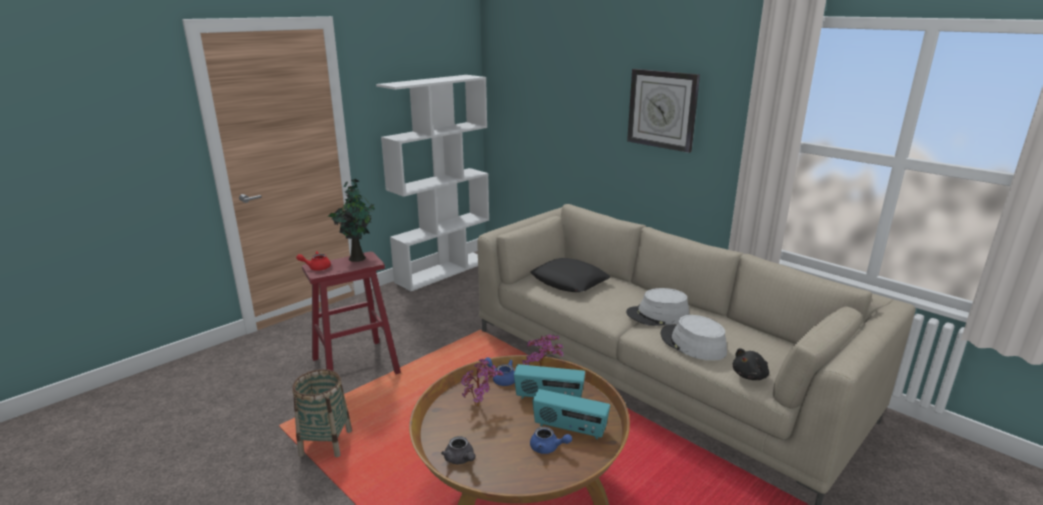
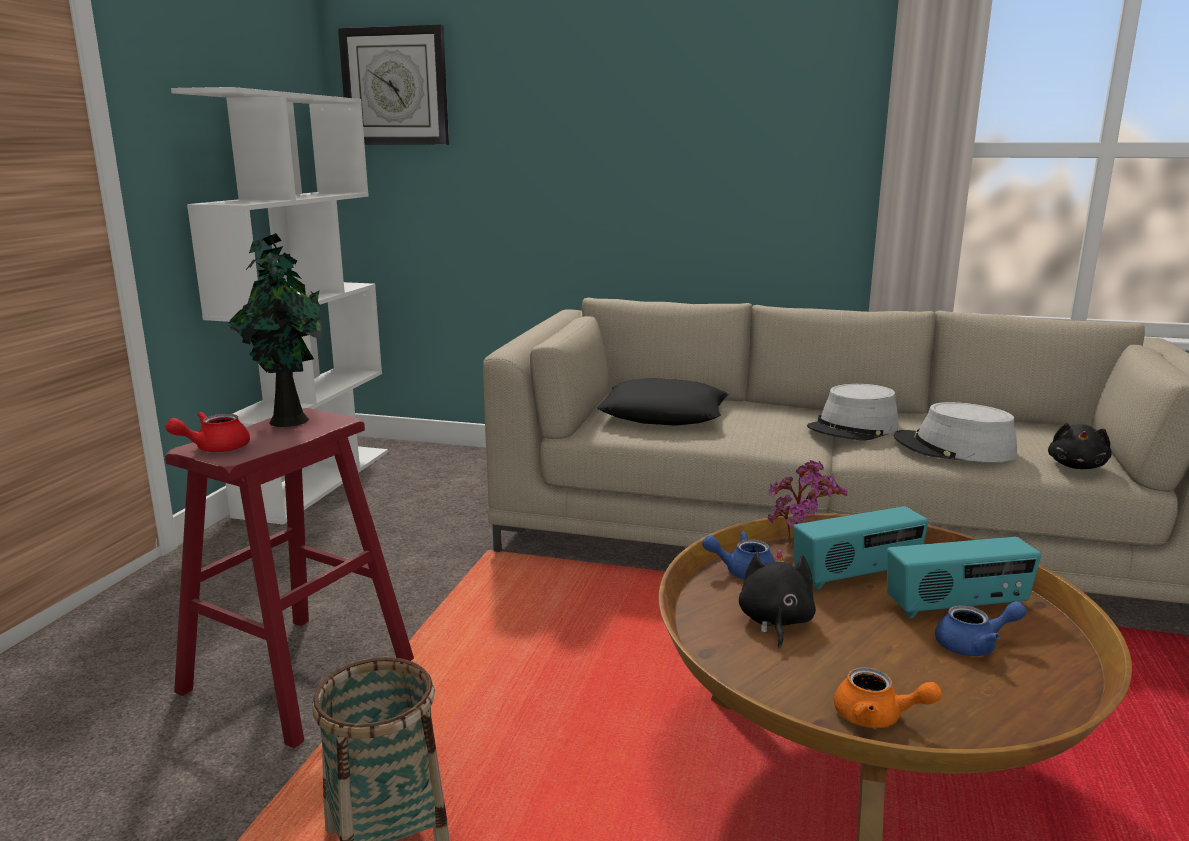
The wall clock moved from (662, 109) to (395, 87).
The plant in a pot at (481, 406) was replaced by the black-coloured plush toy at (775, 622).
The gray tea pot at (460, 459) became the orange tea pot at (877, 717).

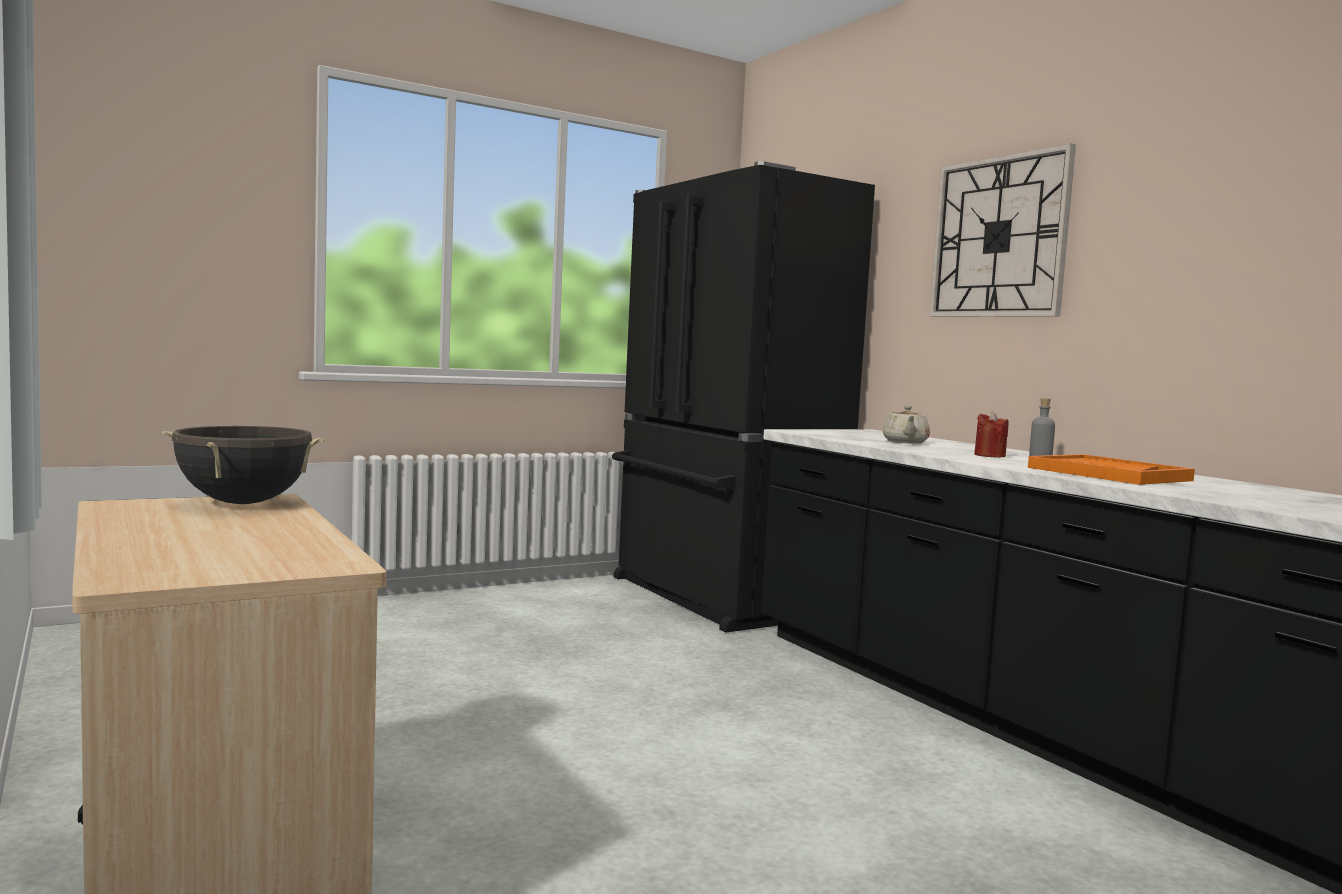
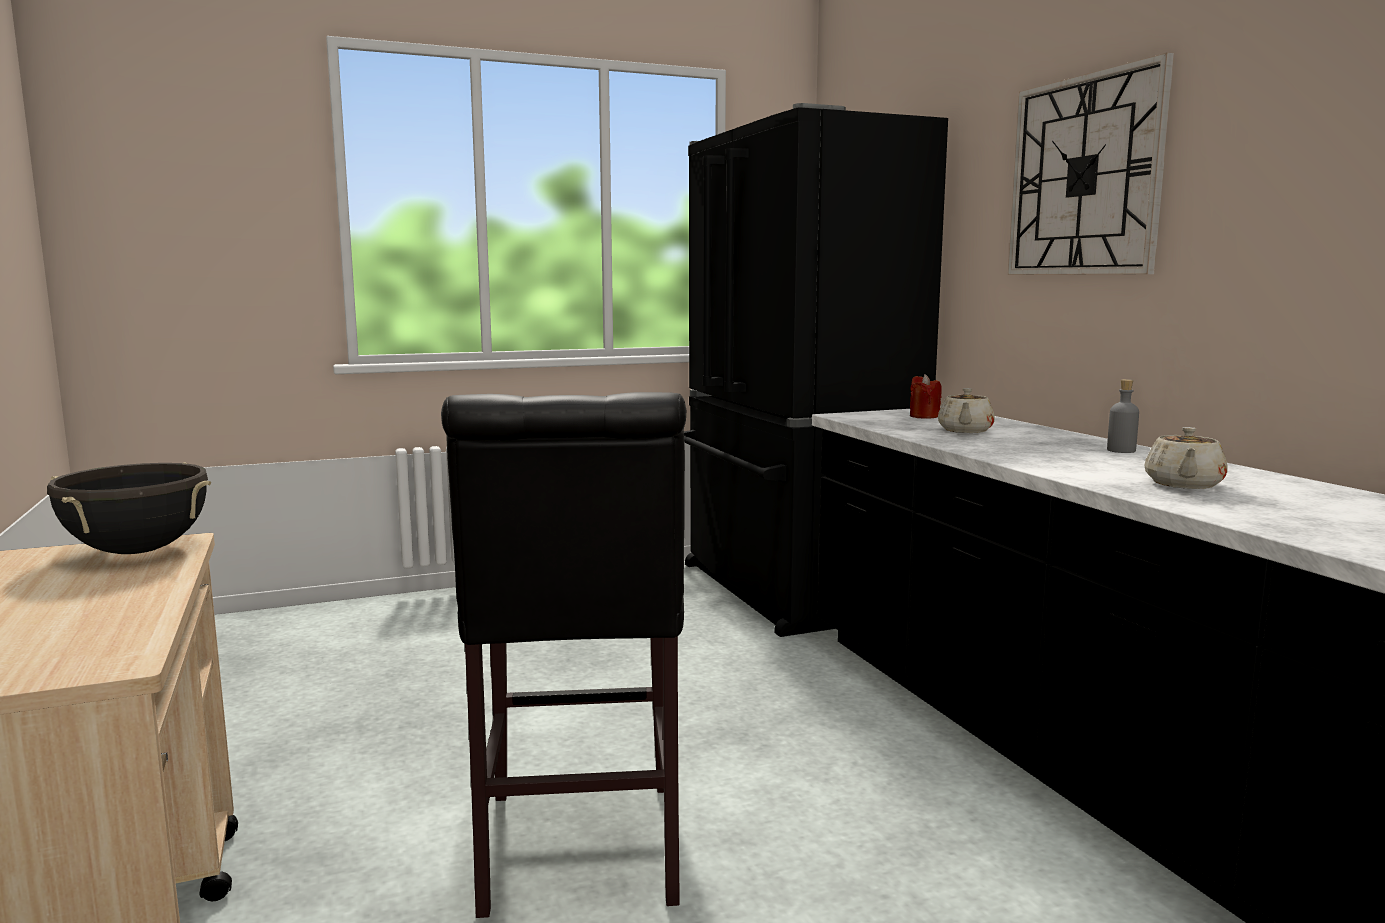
The black-coloured sitting stool at (579, 856) appeared.
The red-coloured candle moved from (989, 455) to (924, 416).
The orange serving tray at (1108, 474) was replaced by the beige-coloured tea pot at (1183, 485).

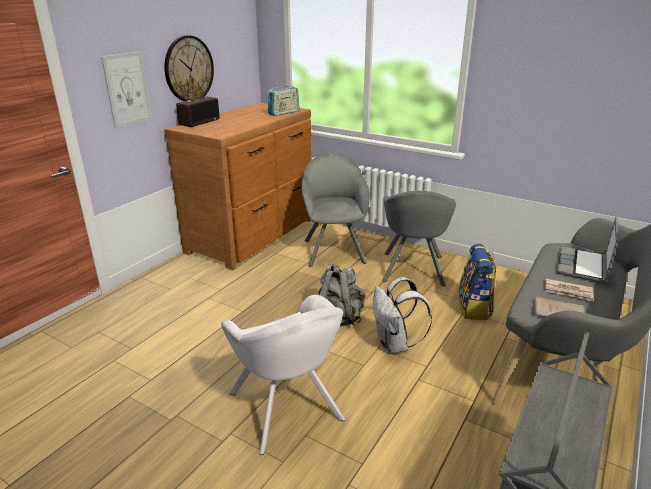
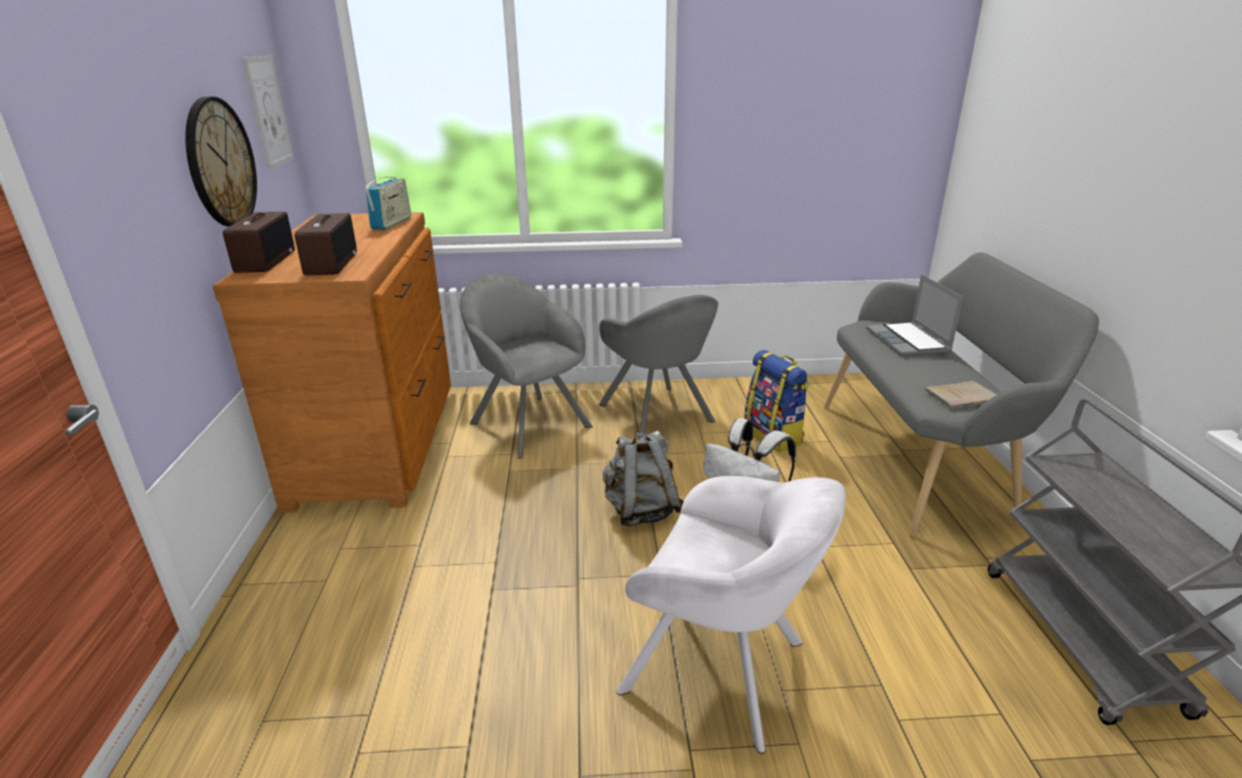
The printed paper at (568, 292) disappeared.
The radio receiver at (330, 263) appeared.
The wall picture moved from (127, 89) to (268, 112).

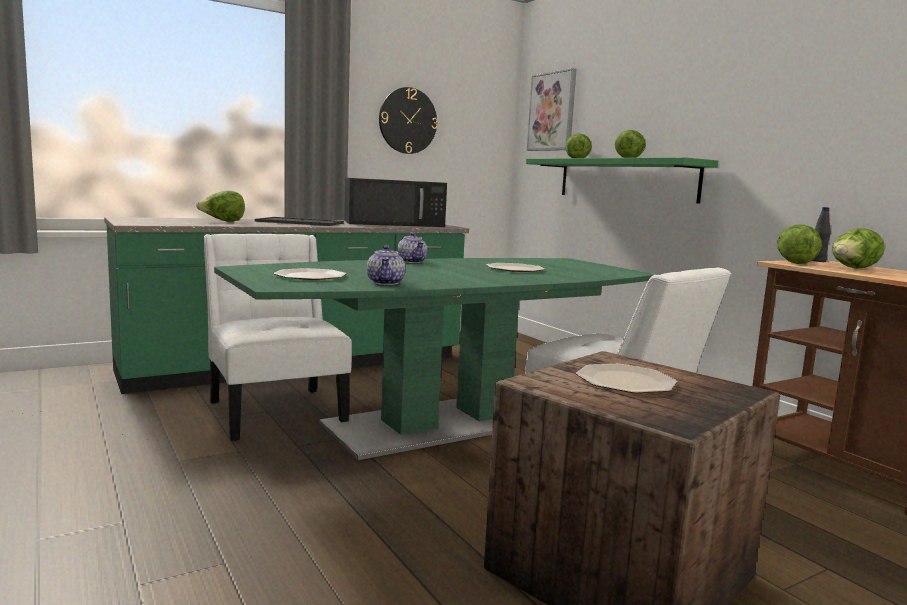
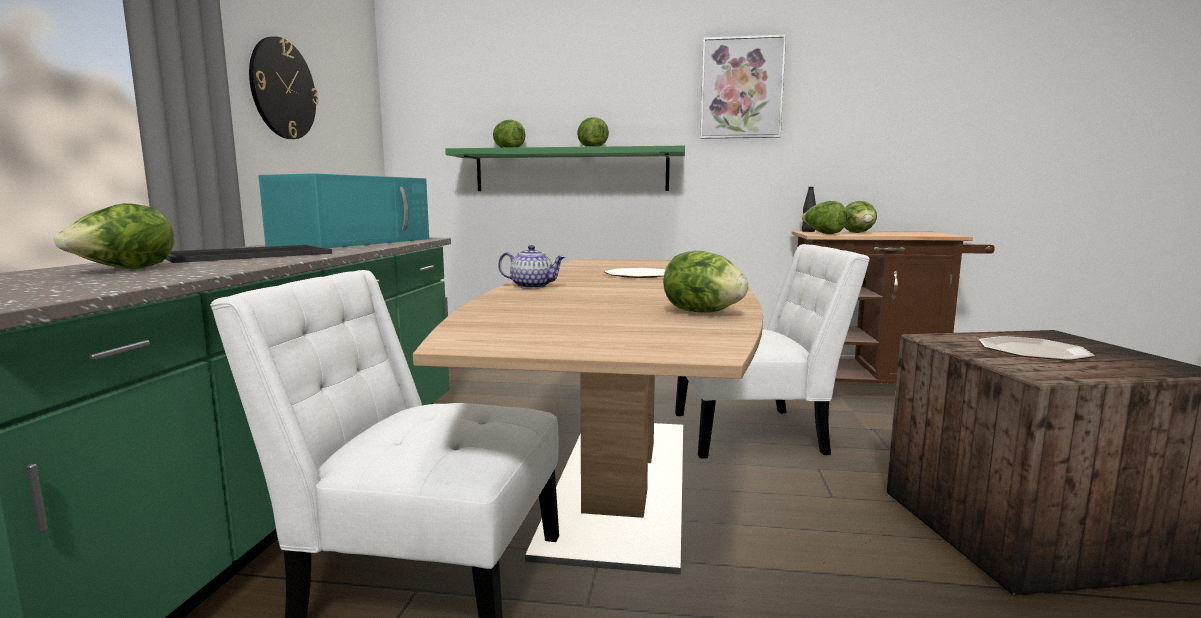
The flat dish at (309, 276) disappeared.
The wall picture moved from (552, 111) to (741, 88).
The tea pot at (386, 282) was replaced by the lettuce at (702, 312).
The green dinner table at (447, 422) became the brown dinner table at (622, 479).
The black-coloured microwave at (395, 223) became the turquoise microwave at (355, 242).

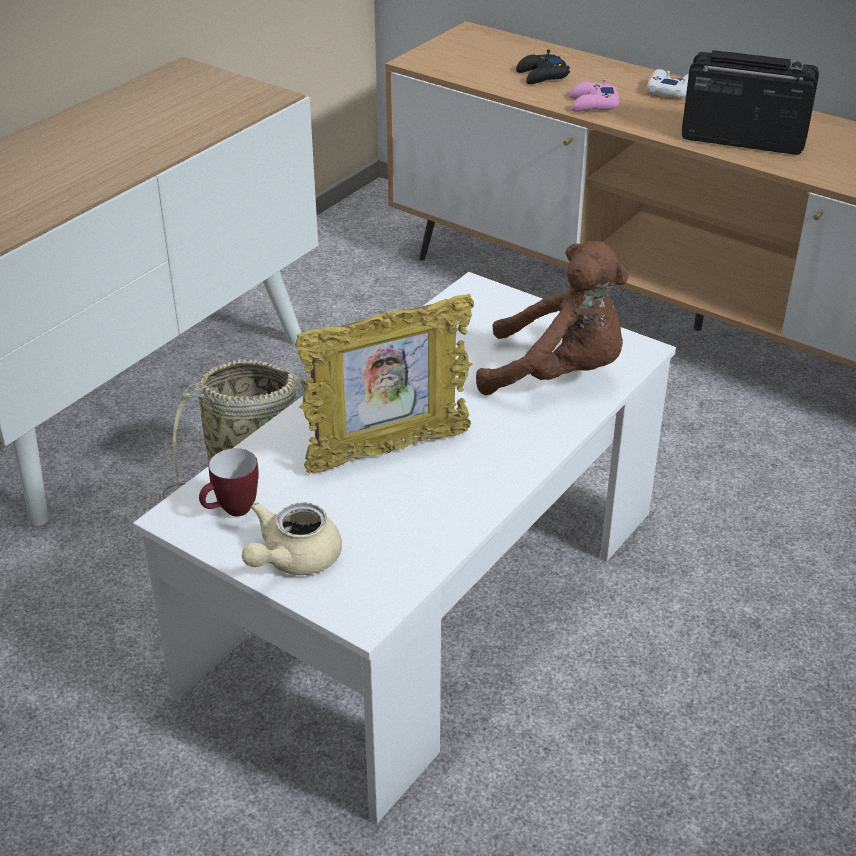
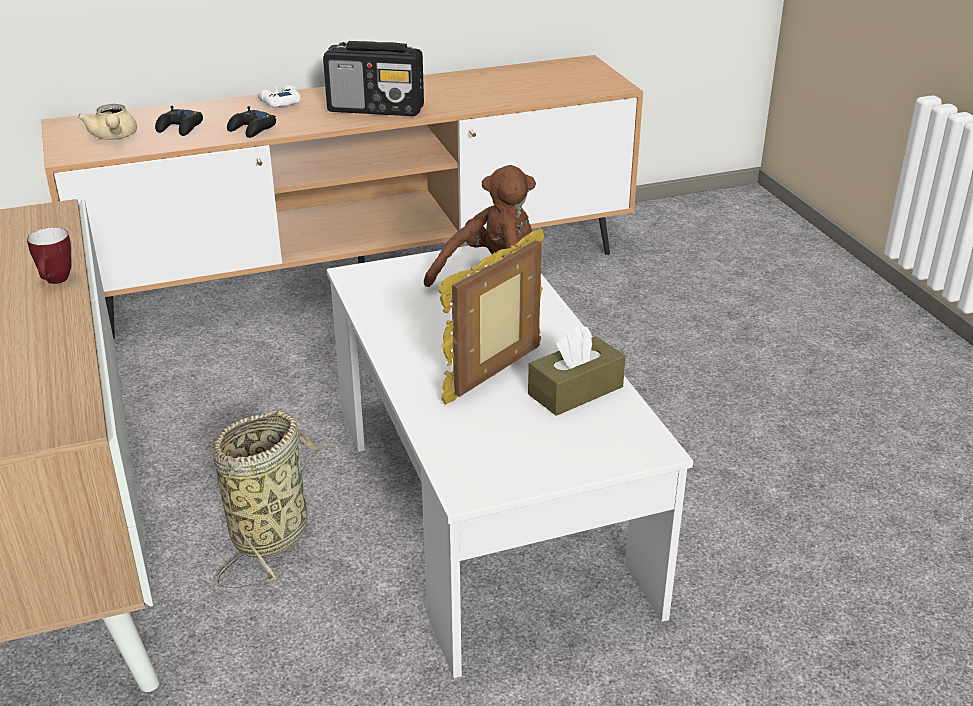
The brown box of tissues at (575, 390) appeared.
The tea mug moved from (232, 512) to (56, 282).
The beige-coloured tea pot moved from (293, 560) to (114, 137).
The pink-coloured gamepad at (592, 105) became the black-coloured gamepad at (252, 129).
The photo frame at (388, 451) turned 150 degrees counterclockwise.
The radio receiver at (741, 139) turned 135 degrees counterclockwise.

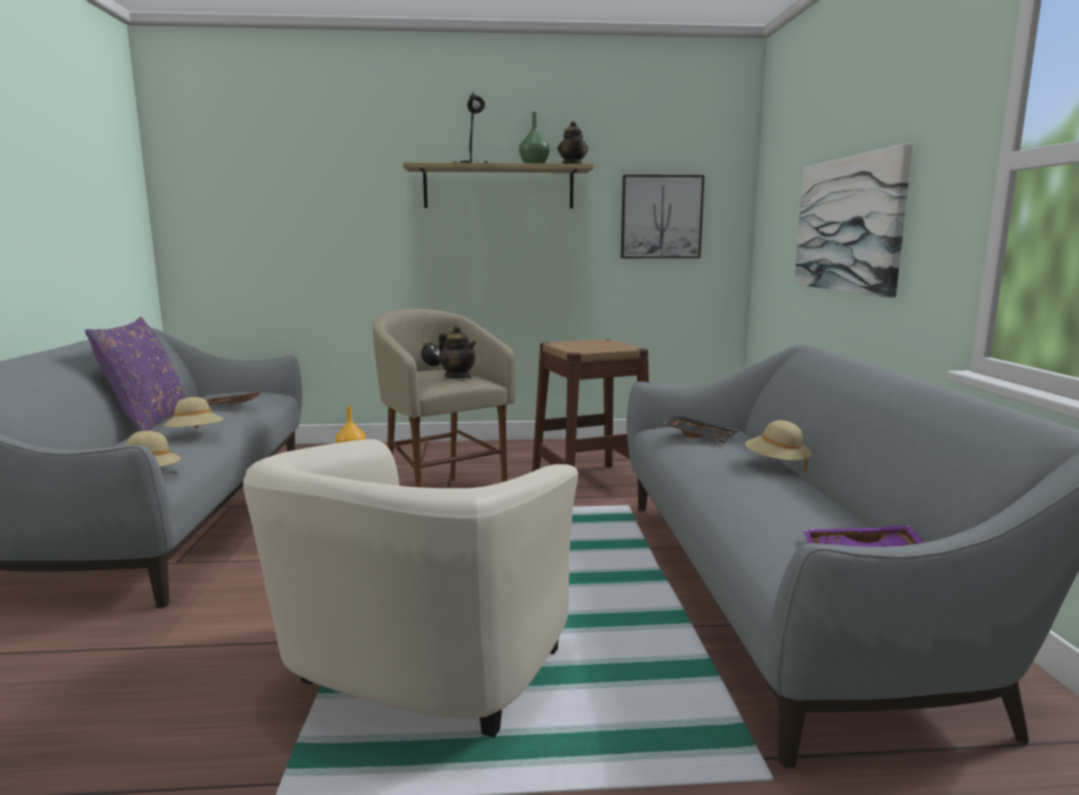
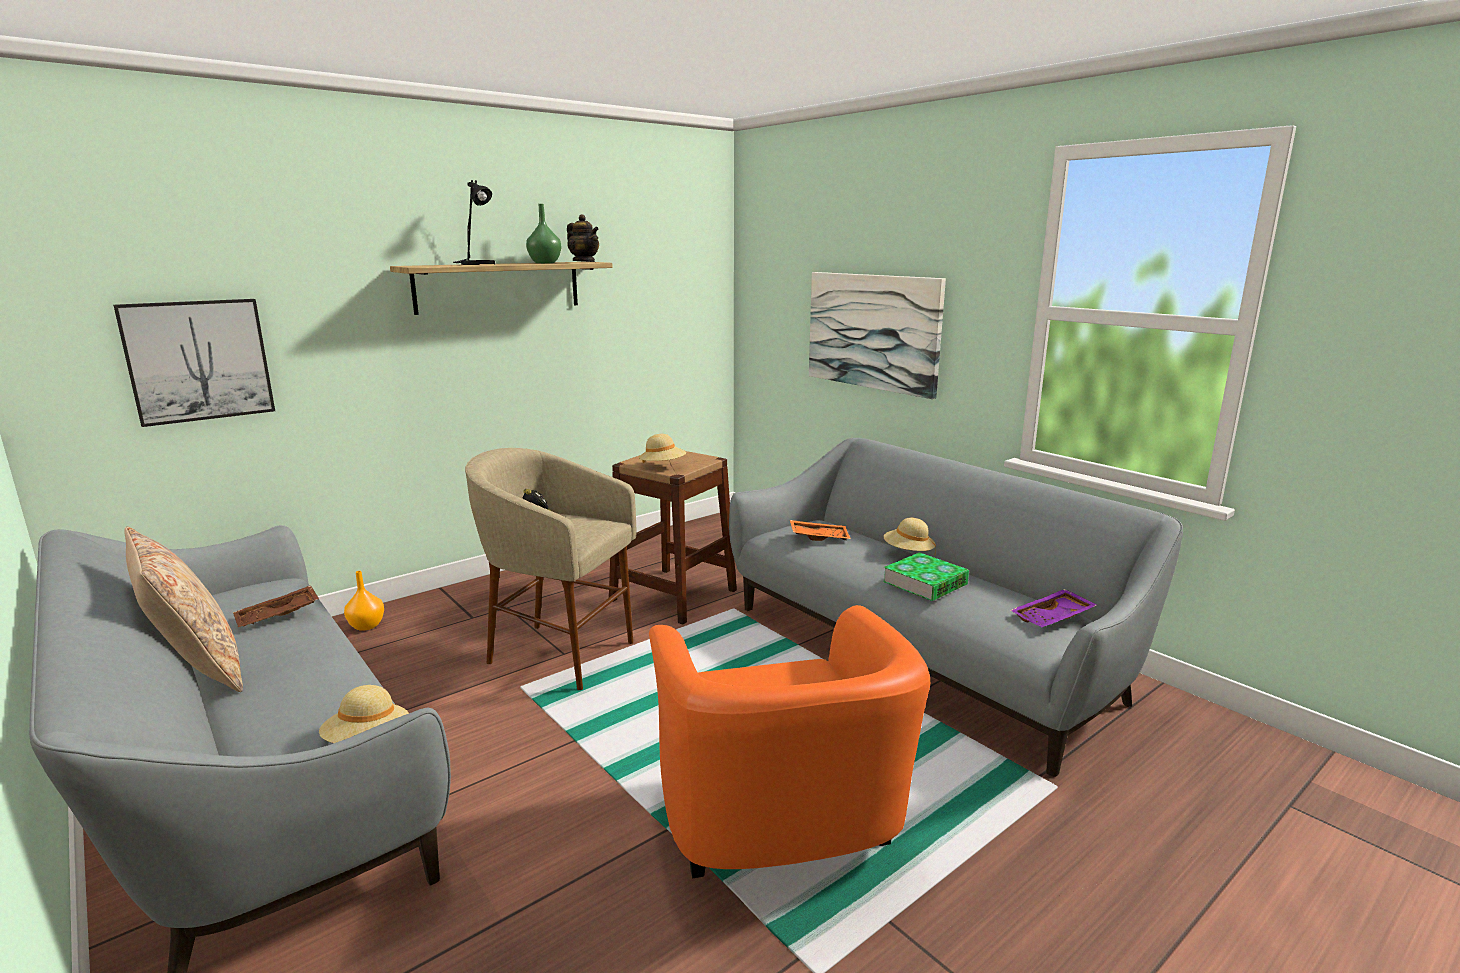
The tea pot at (458, 377) disappeared.
The bound book at (925, 583) appeared.
The beige-coloured wearable hat moved from (195, 435) to (663, 466).
The wall picture moved from (661, 217) to (198, 360).
The purple cushion at (148, 421) became the beige-coloured cushion at (197, 670).
The beige-coloured lounge chair at (417, 681) became the orange lounge chair at (781, 831).
The black-coloured serving tray at (701, 436) became the orange serving tray at (819, 537).

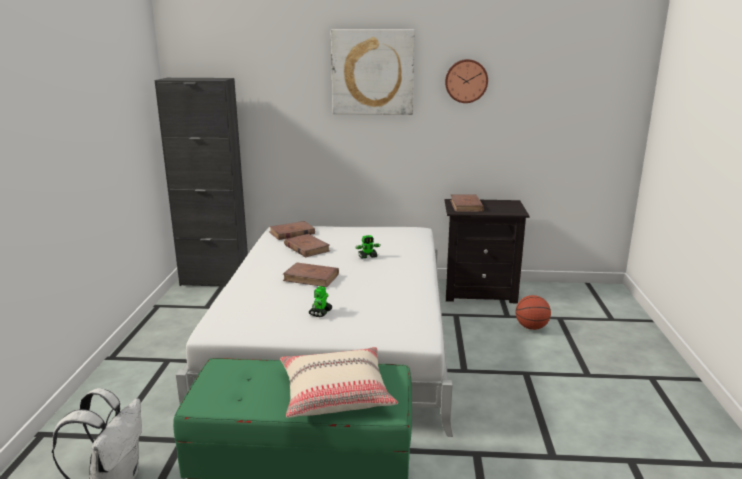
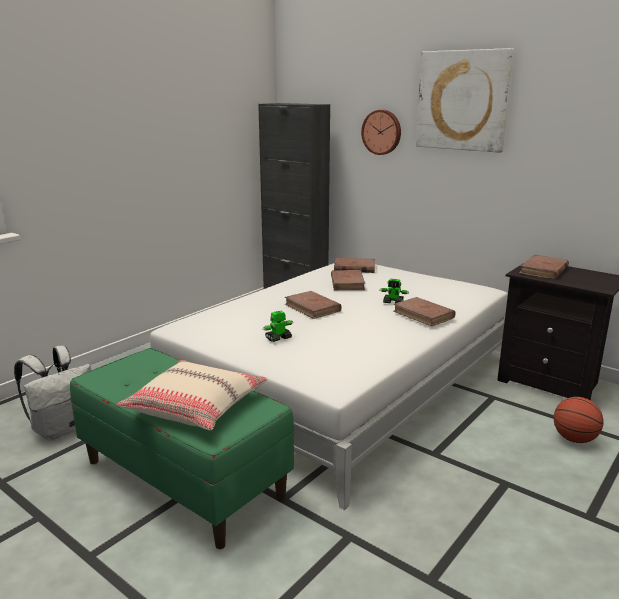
The brown bound book at (423, 314) appeared.
The wall clock moved from (466, 81) to (382, 132).

